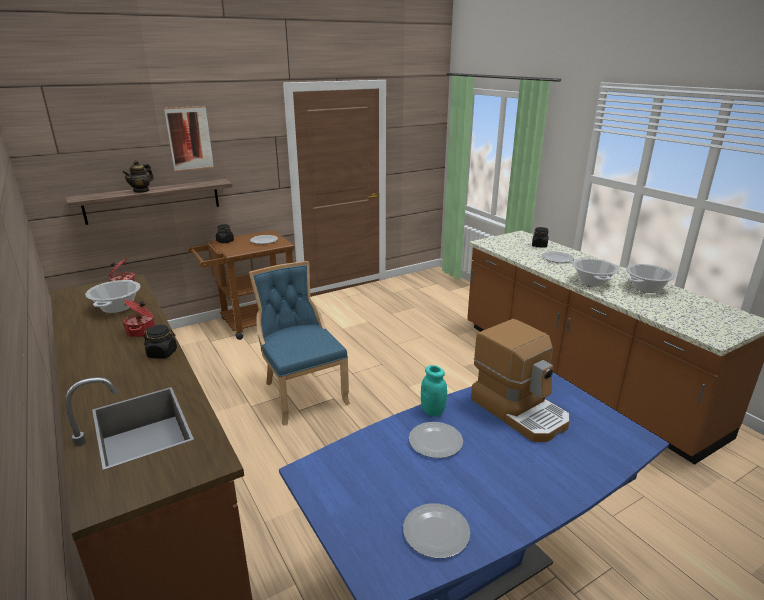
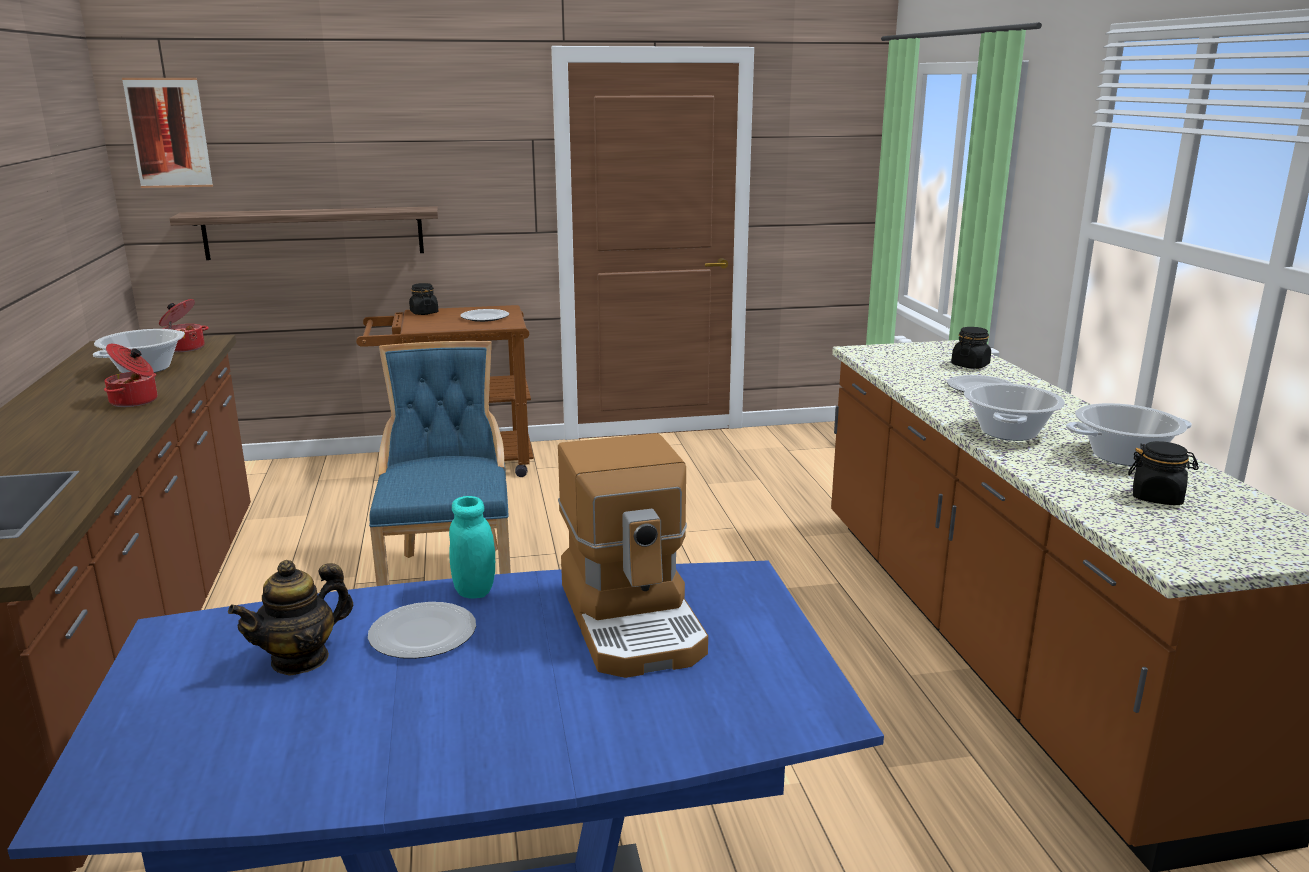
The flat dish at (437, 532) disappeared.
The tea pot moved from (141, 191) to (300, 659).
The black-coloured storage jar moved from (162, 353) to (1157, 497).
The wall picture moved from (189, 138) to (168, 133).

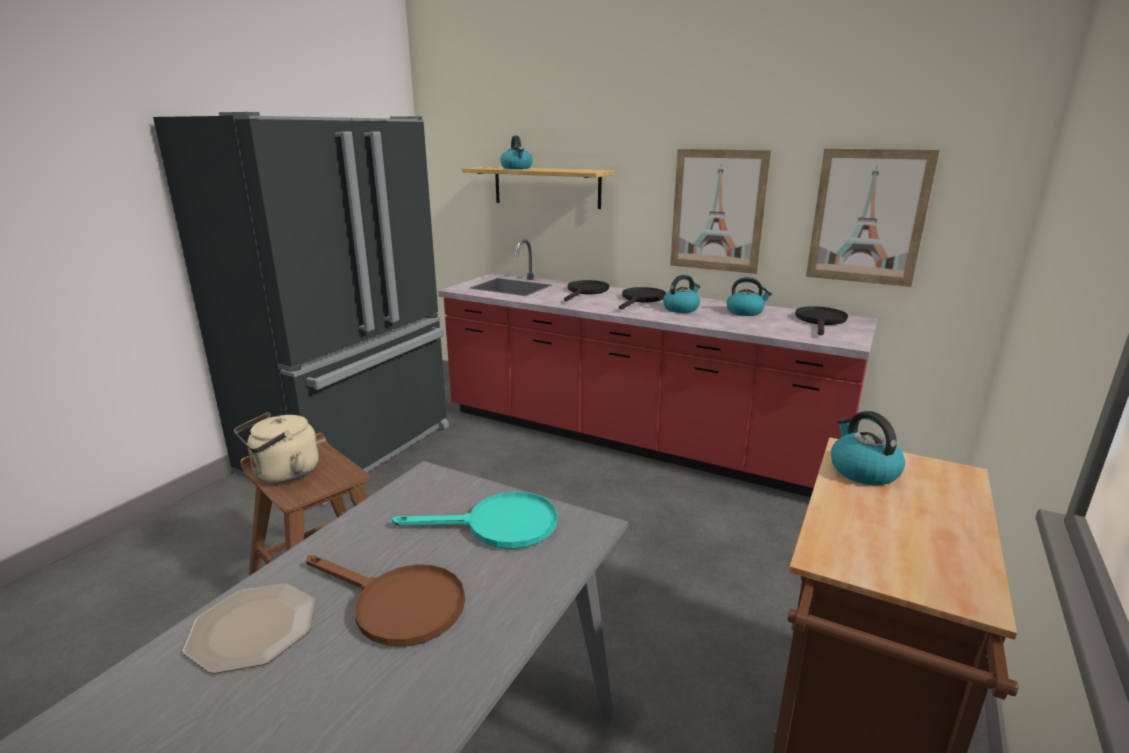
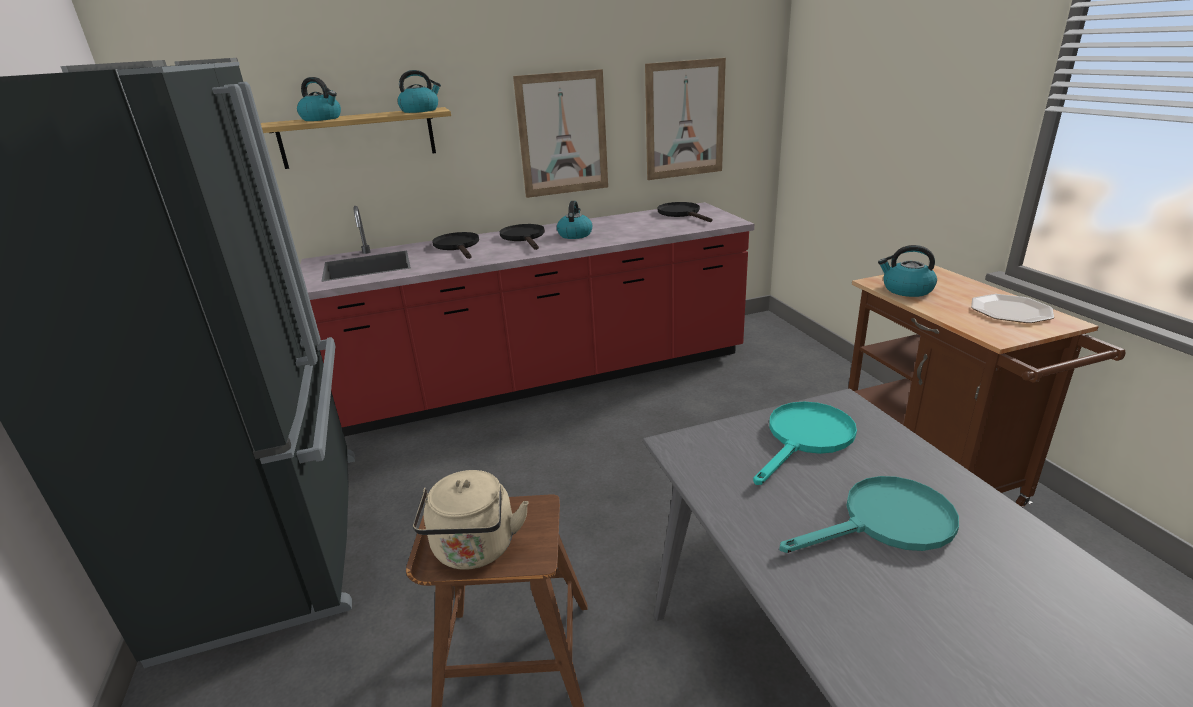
The flat dish moved from (254, 628) to (1010, 310).
The kettle moved from (745, 312) to (420, 110).
The brown frying pan at (397, 605) became the turquoise frying pan at (886, 523).

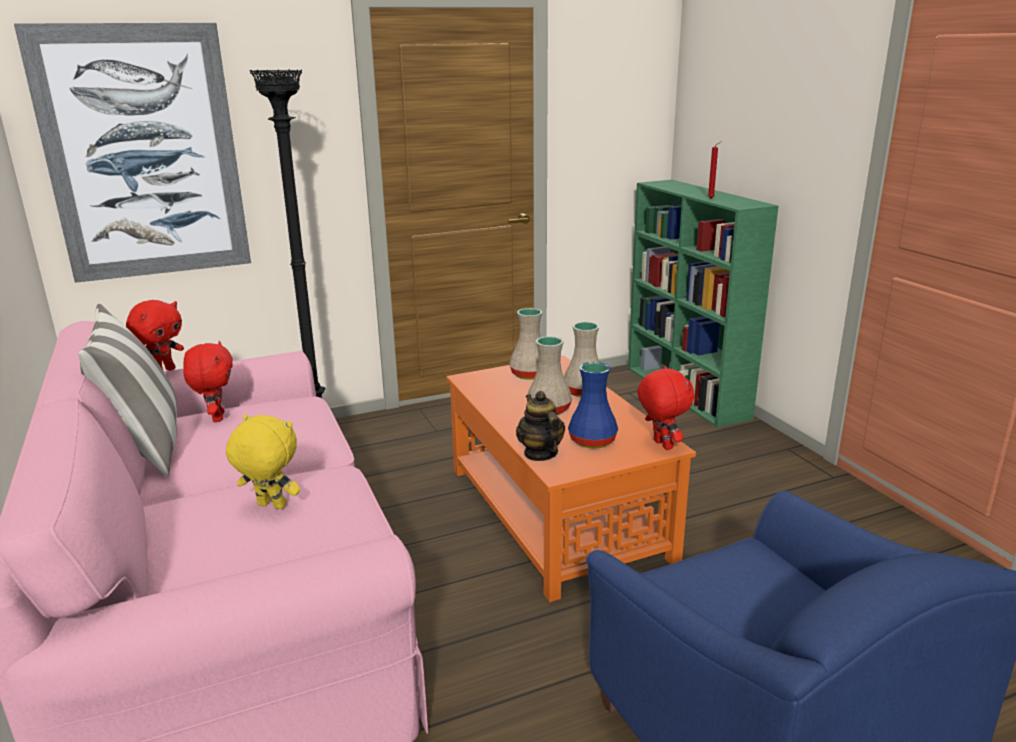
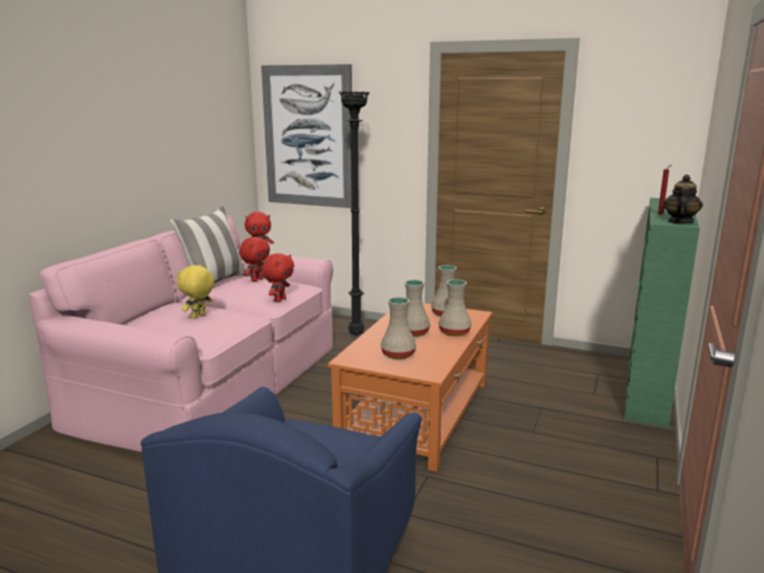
The tea pot moved from (540, 453) to (679, 222).
The red-coloured plush toy moved from (661, 445) to (279, 300).
The bluish vase at (591, 440) became the beige-coloured vase at (398, 354).
The yellowish plush toy at (270, 506) turned 120 degrees counterclockwise.

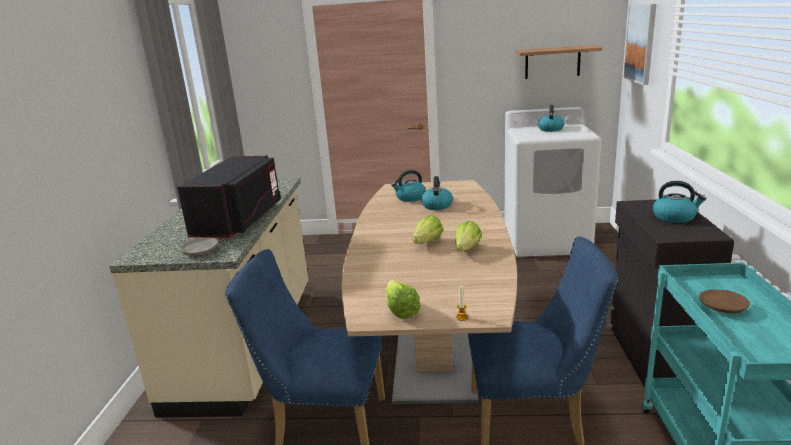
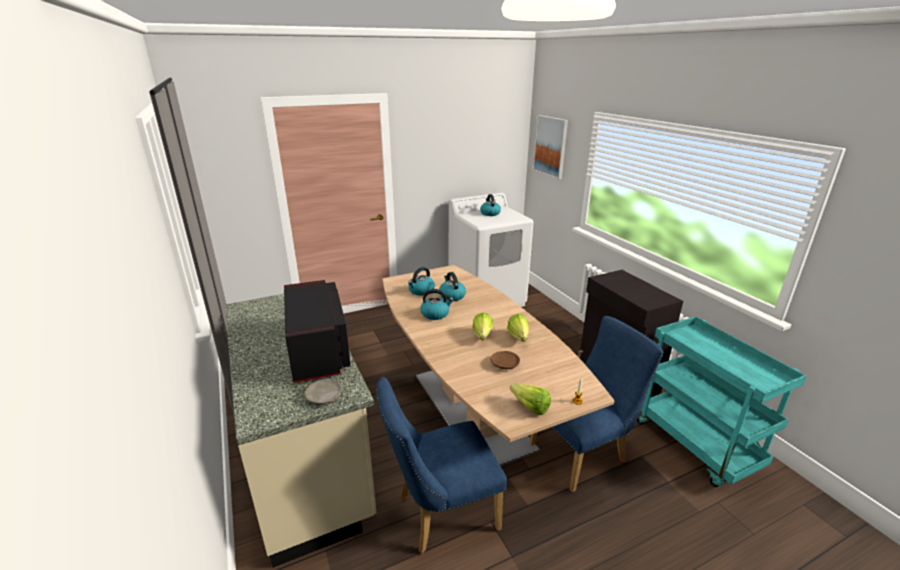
The bracket shelf at (552, 62) disappeared.
The kettle moved from (674, 217) to (435, 314).
The brown flat dish moved from (722, 307) to (505, 364).

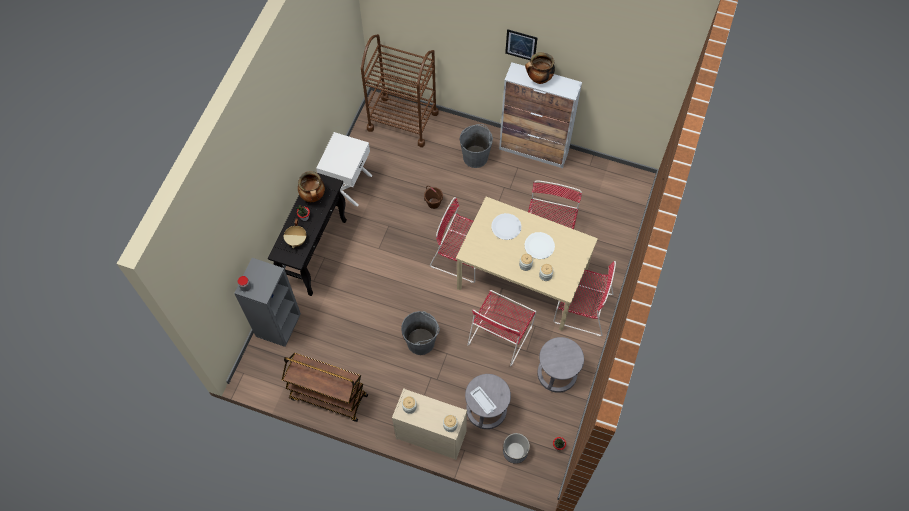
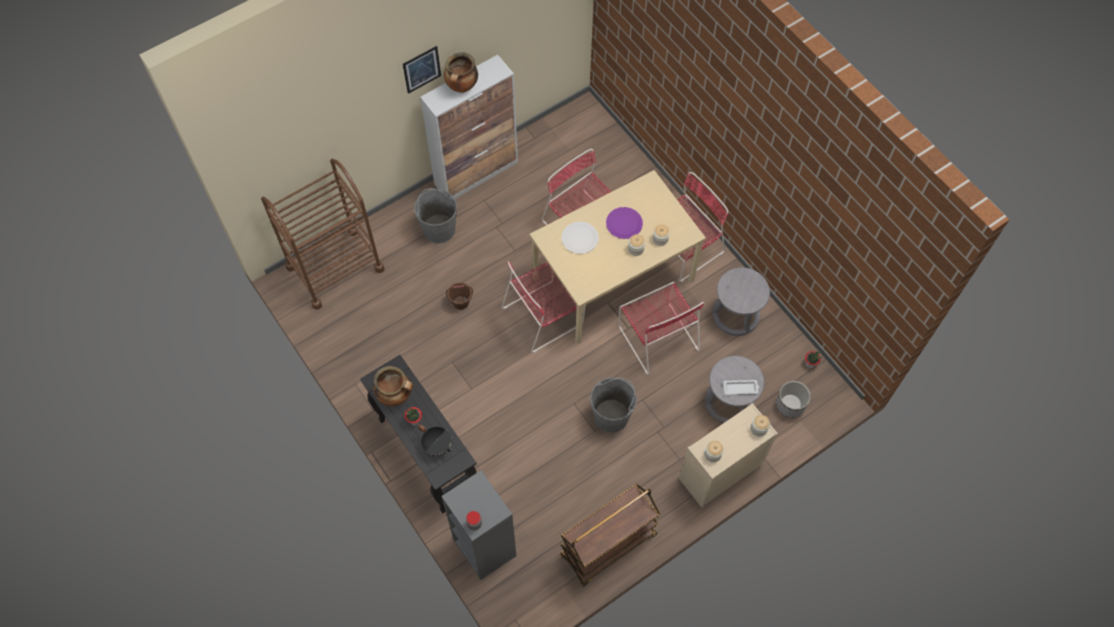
The whitish bedside table at (347, 185) disappeared.
The beige-coloured cooking pot at (297, 240) became the black-coloured cooking pot at (437, 445).
The whitish flat dish at (539, 246) became the purple flat dish at (624, 223).

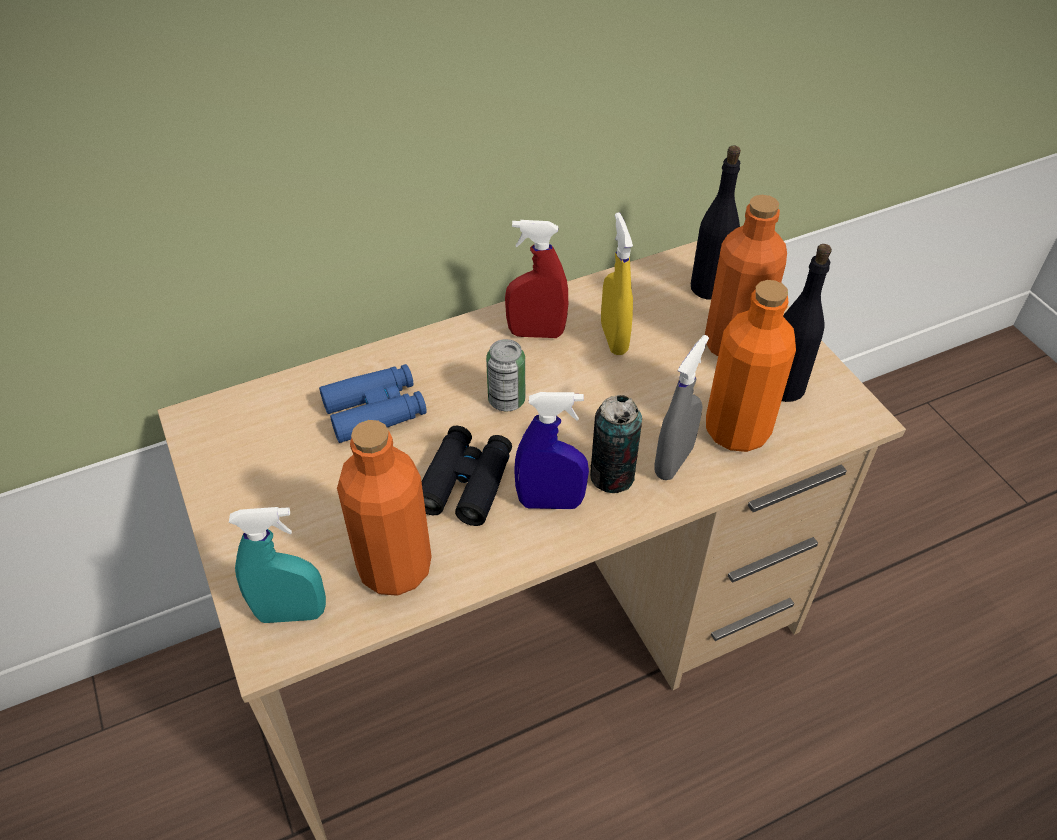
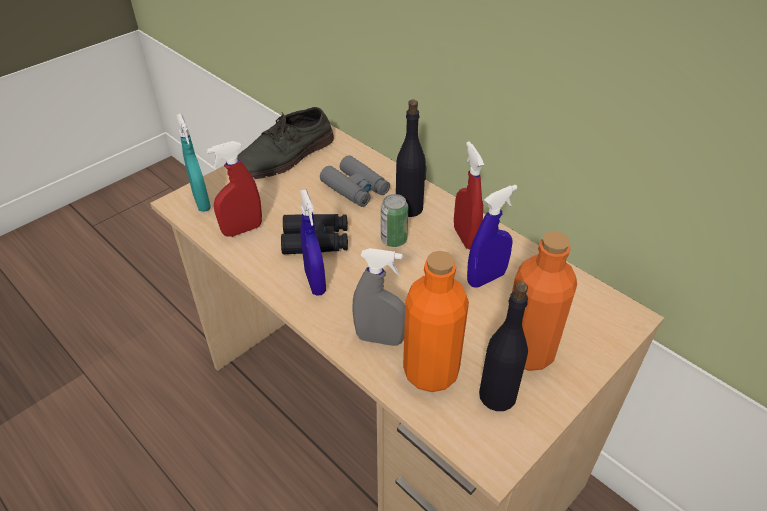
The sealed can at (612, 476) disappeared.
The gray shoe at (284, 157) appeared.
The black-coloured bottle moved from (709, 287) to (409, 208).
The orange bottle at (395, 567) was replaced by the red-coloured sprayer at (242, 230).
The bluish field glasses at (375, 410) became the gray field glasses at (355, 188).
The yellowish sprayer at (614, 338) became the bluish sprayer at (486, 278).

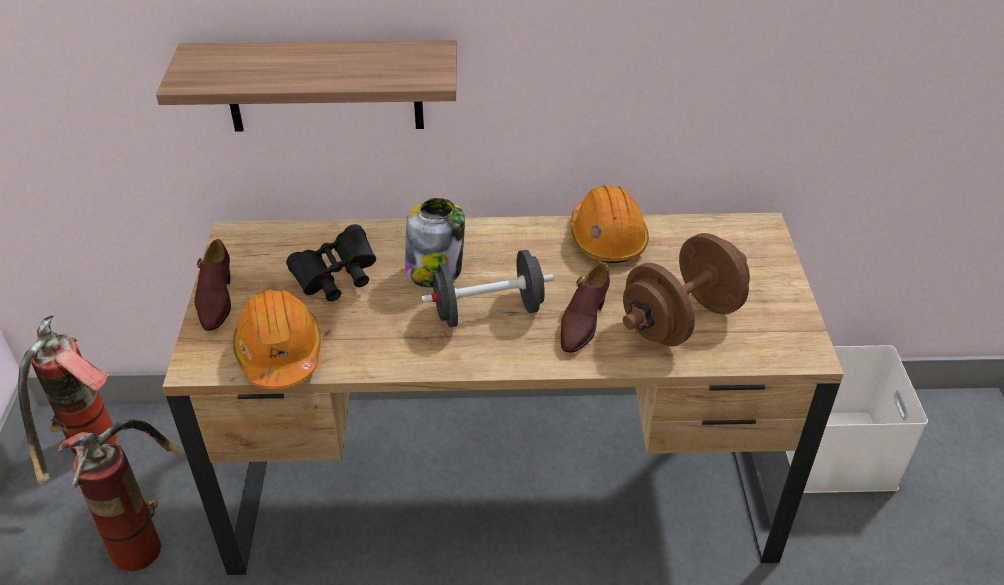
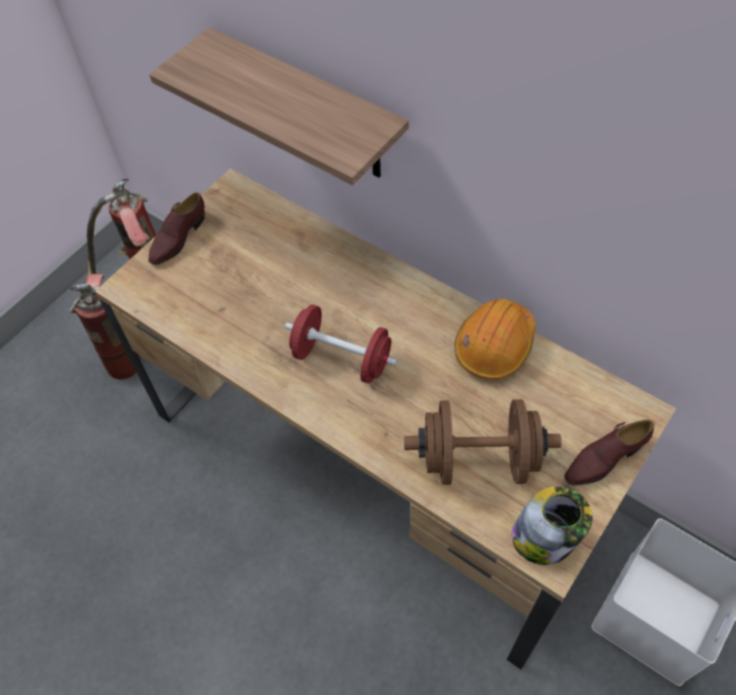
The orange safety helmet at (280, 353) disappeared.
The black-coloured field glasses at (336, 278) disappeared.
The storage jar moved from (435, 270) to (544, 538).
The brown shoe moved from (582, 321) to (604, 458).
The black-coloured free weight at (488, 311) became the red-coloured free weight at (341, 358).

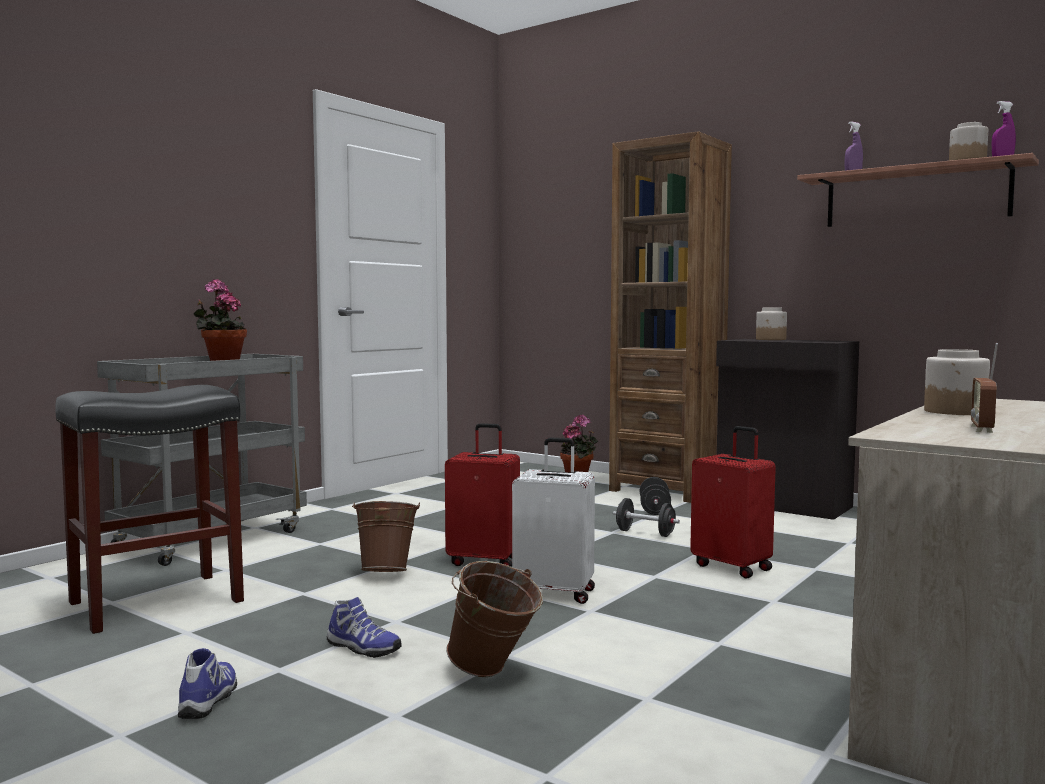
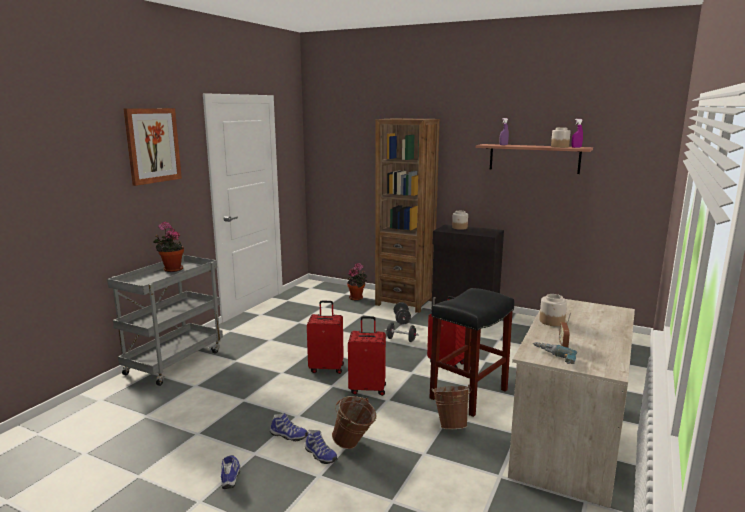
The wall picture at (152, 145) appeared.
The shoe at (320, 455) appeared.
The power drill at (552, 357) appeared.
The black-coloured sitting stool moved from (158, 601) to (469, 393).
The brown pail moved from (387, 572) to (450, 425).
The whitish piece of luggage at (555, 593) became the red-coloured piece of luggage at (368, 389).

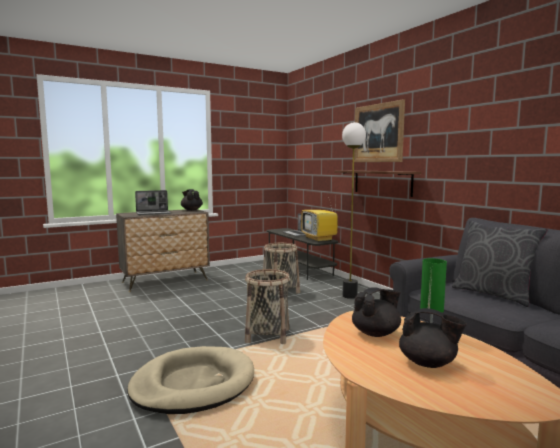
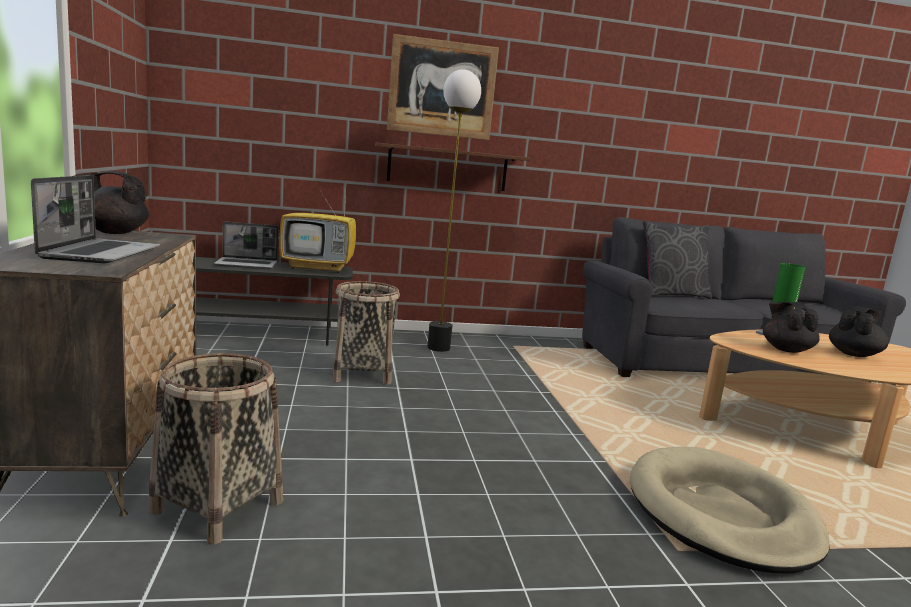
The household basket moved from (268, 335) to (218, 506).

